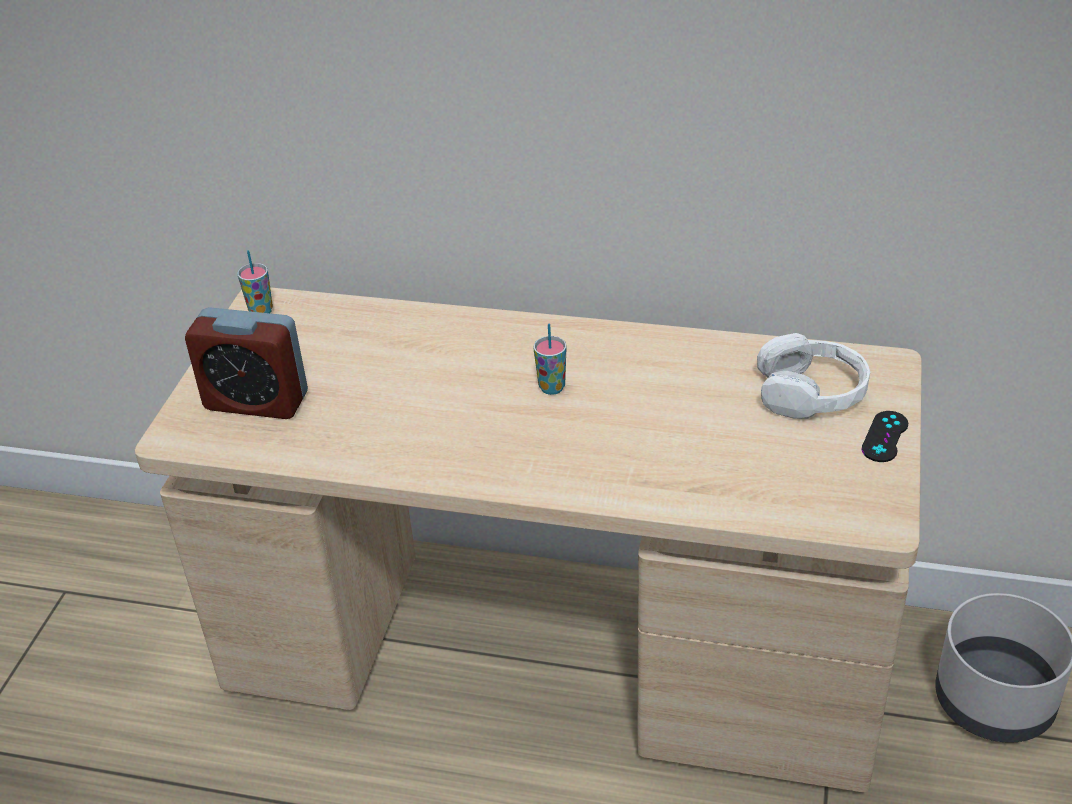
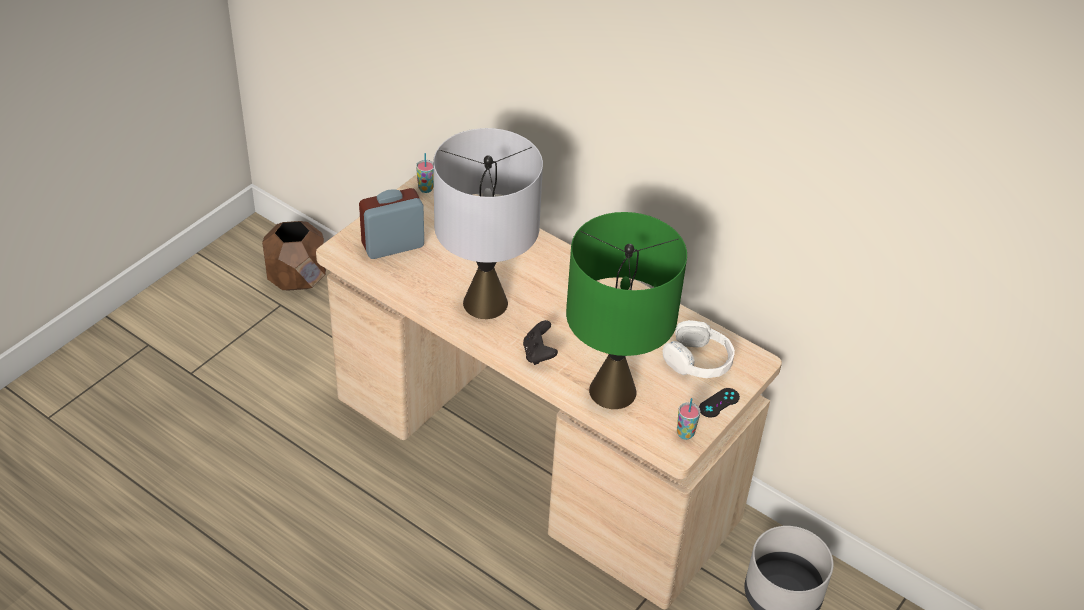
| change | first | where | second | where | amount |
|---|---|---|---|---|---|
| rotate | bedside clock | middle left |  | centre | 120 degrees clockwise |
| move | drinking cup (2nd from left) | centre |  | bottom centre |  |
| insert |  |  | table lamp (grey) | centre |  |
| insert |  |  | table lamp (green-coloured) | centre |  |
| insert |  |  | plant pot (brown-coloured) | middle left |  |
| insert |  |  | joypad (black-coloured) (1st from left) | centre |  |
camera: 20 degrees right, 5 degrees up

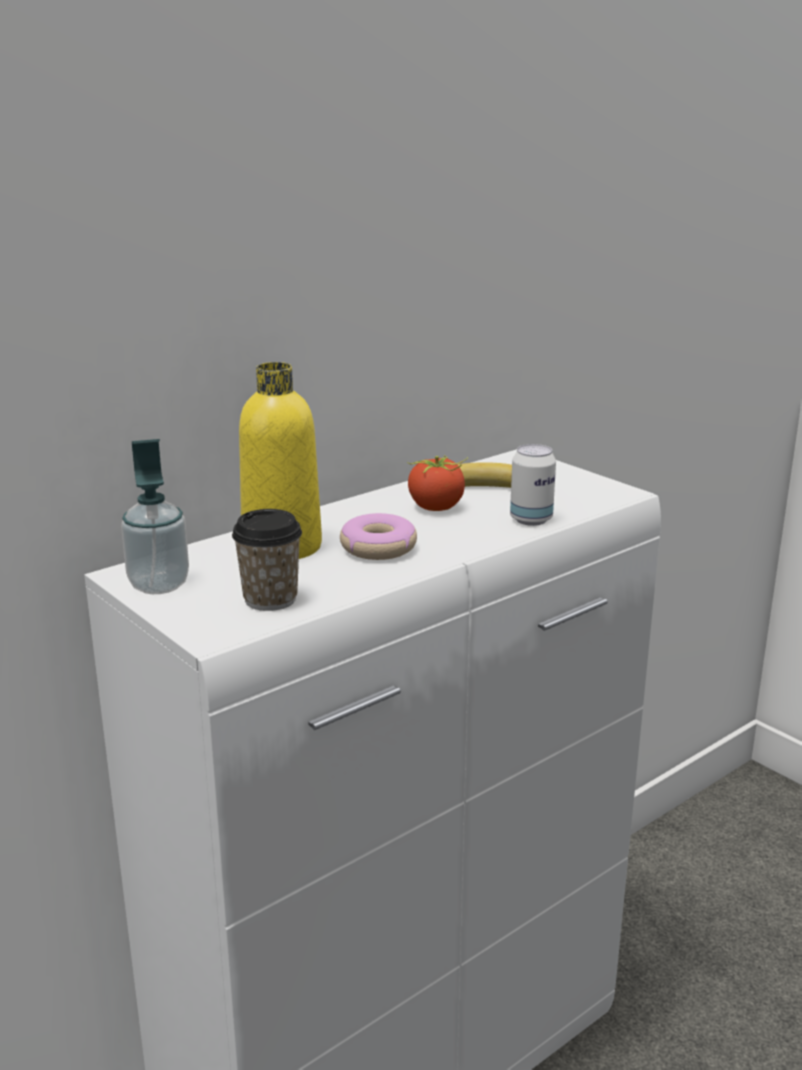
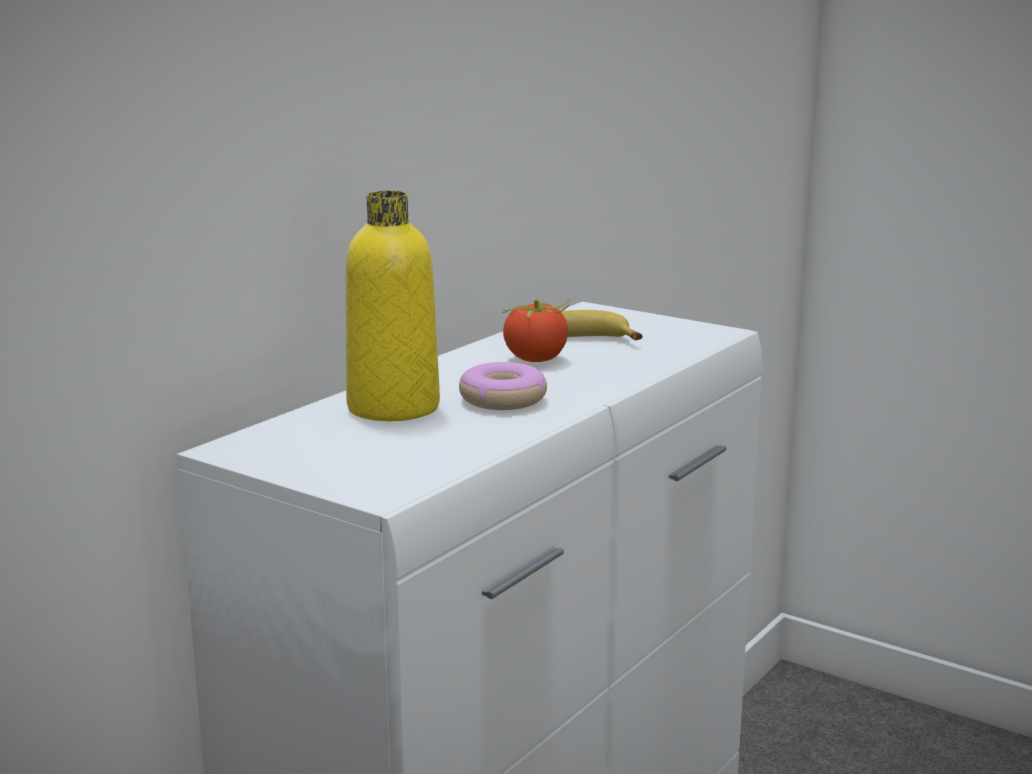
| change | first | where | second | where | amount |
|---|---|---|---|---|---|
| delete | soap bottle | middle left |  |  |  |
| delete | metal can | centre |  |  |  |
| delete | drinking cup | middle left |  |  |  |
camera: 15 degrees left, 5 degrees down

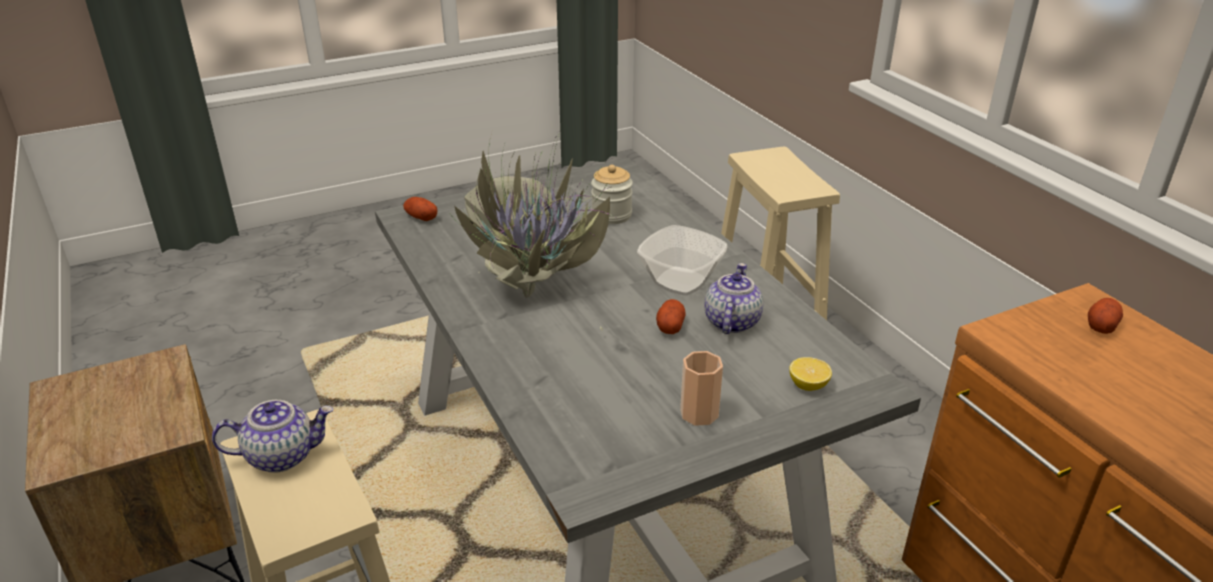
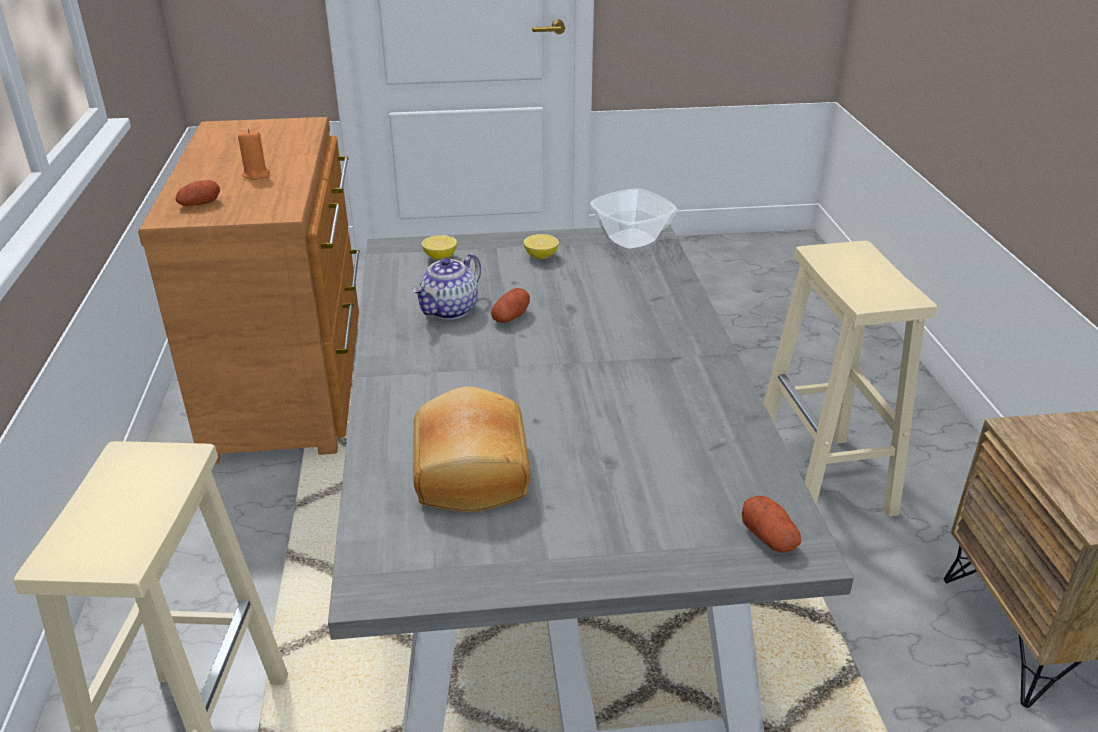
| change | first | where | second | where | amount |
|---|---|---|---|---|---|
| delete | plant in a pot | centre |  |  |  |
| replace | jar | centre | bakery bread | centre |  |
| move | serving bowl | centre |  | top centre |  |
| replace | drinking cup | bottom centre | lemon (2nd from left) | centre |  |
| delete | tea pot (1st from left) | bottom left |  |  |  |
| insert |  |  | candle (orange-coloured) | top left |  |
camera: 160 degrees left, 0 degrees up

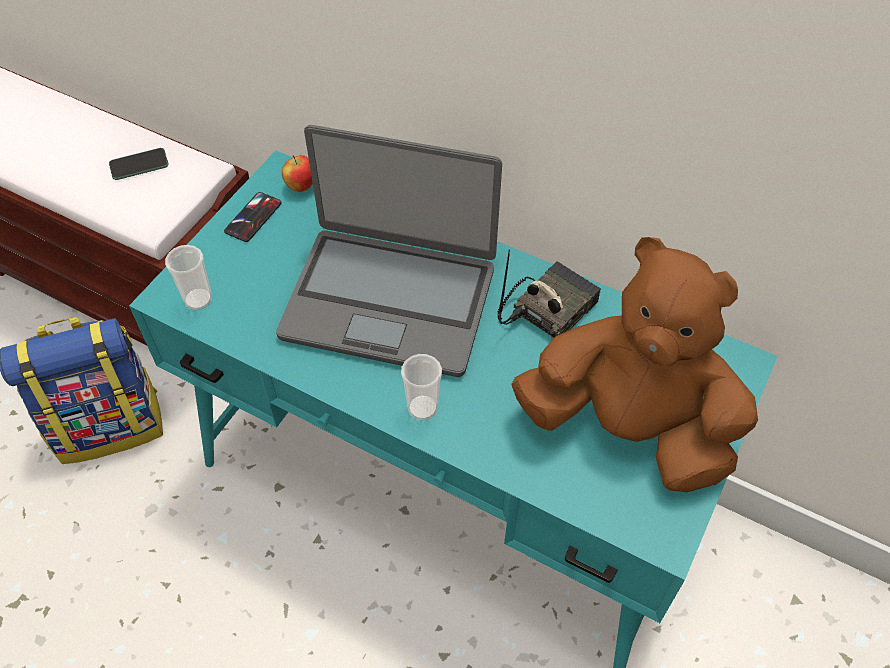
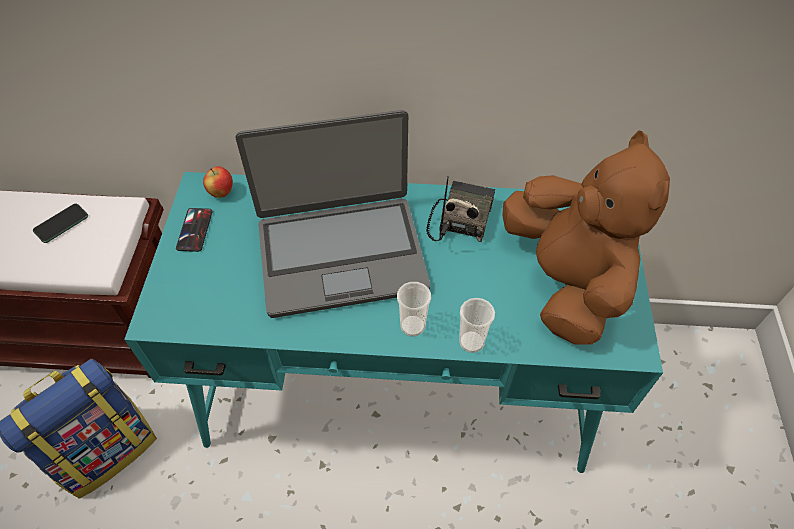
| change | first | where | second | where | amount |
|---|---|---|---|---|---|
| rotate | plush toy (brown-coloured) | middle right |  | middle right | 75 degrees clockwise |
| move | drinking cup (1st from left in the first image) | middle left | drinking cup (2nd from left) | centre |  |
camera: 25 degrees left, 0 degrees up

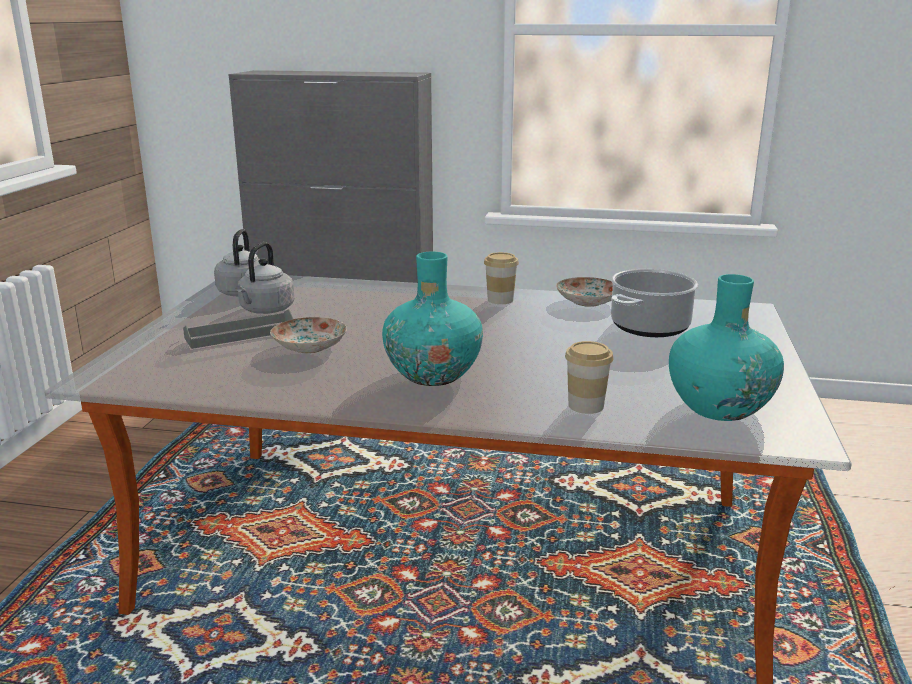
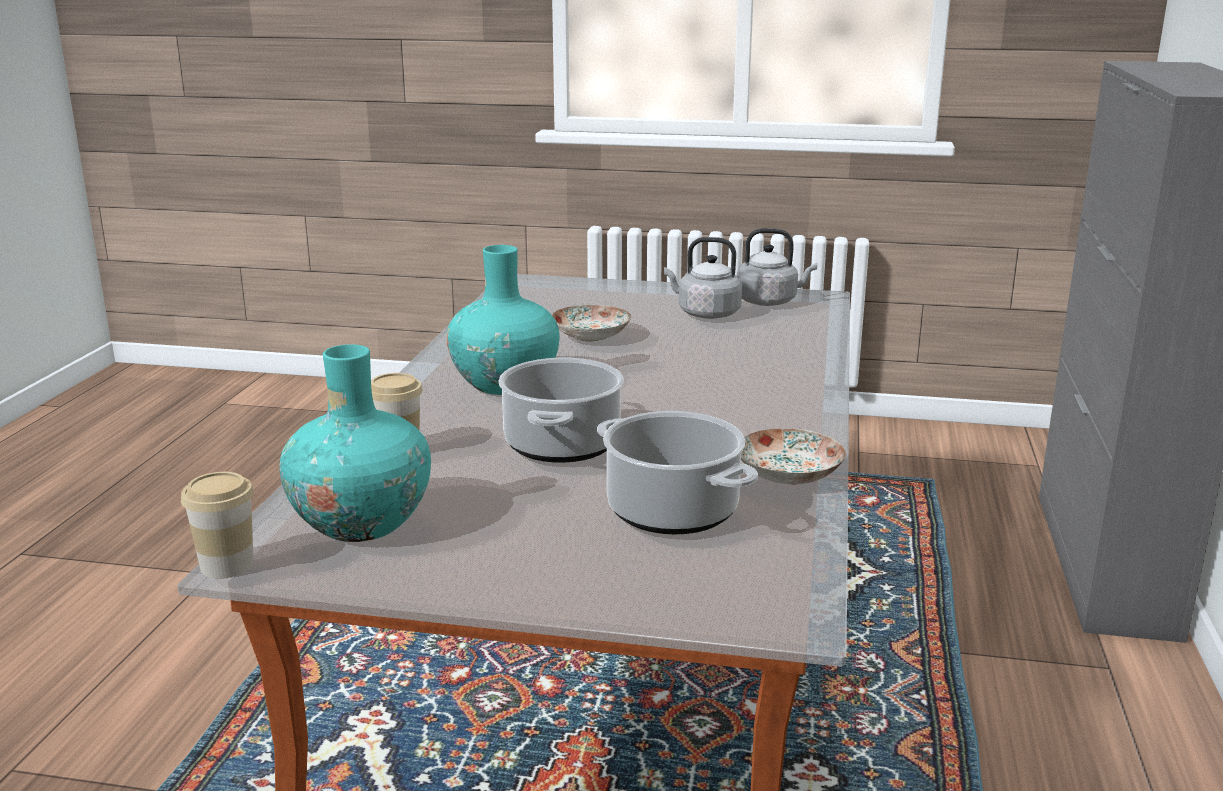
| change | first | where | second | where | amount |
|---|---|---|---|---|---|
| move | drinking cup (1st from left) | centre |  | middle left |  |
| delete | carrying tray (grey) | middle left |  |  |  |
| insert |  |  | cooking pot (1st from left) | centre |  |
camera: 90 degrees right, 0 degrees up

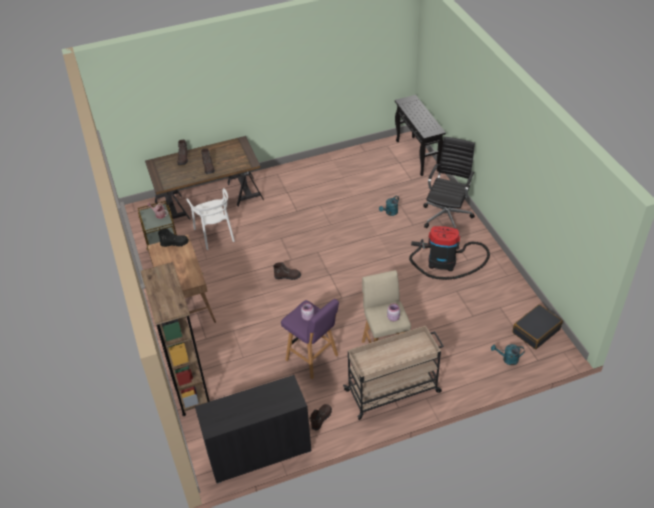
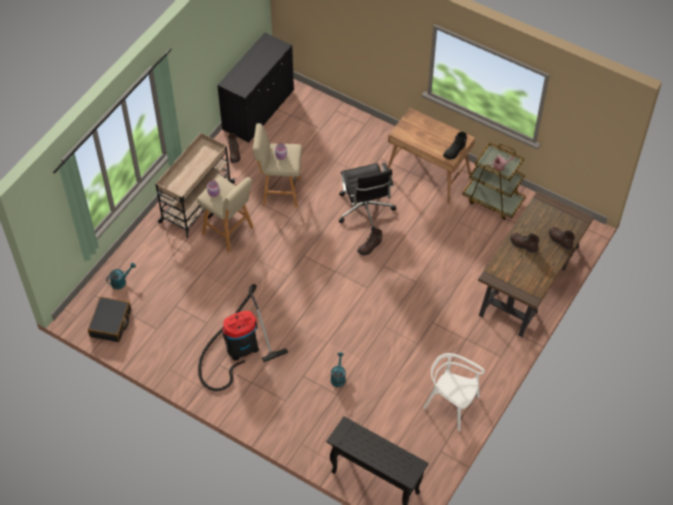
| change | first | where | second | where | amount |
|---|---|---|---|---|---|
| move | office chair (black-coloured) | middle right |  | centre |  |
| move | plain chair (white) | middle left |  | bottom right |  |
| delete | shelving unit (brown-coloured) | bottom left |  |  |  |
| recolor | stool (purple-coloured) | bottom centre | stool (beige) (2nd from left) | top centre |  |
camera: 140 degrees right, 10 degrees up

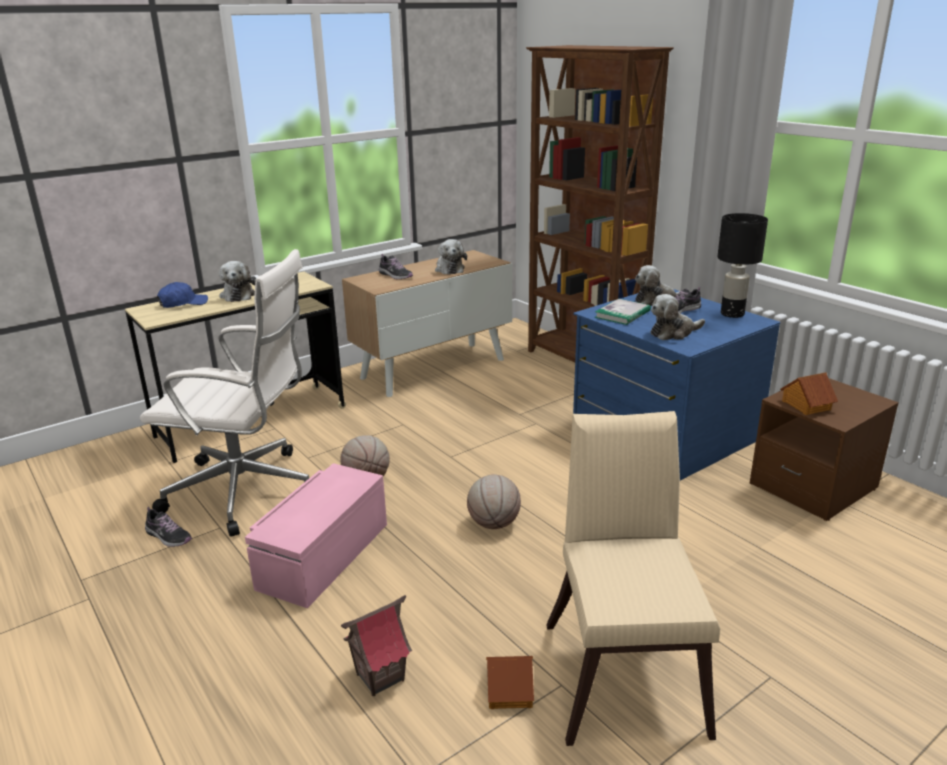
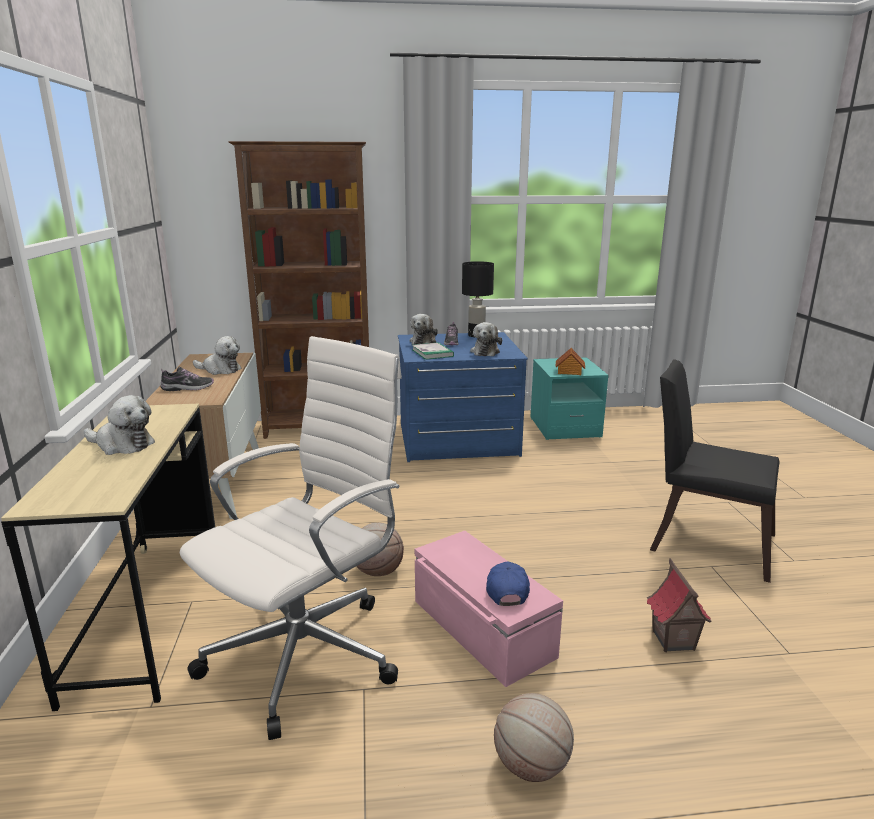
| change | first | where | second | where | amount |
|---|---|---|---|---|---|
| move | baseball cap (bluish) | middle left |  | bottom centre |  |
| recolor | night table (brown-coloured) | middle right | night table (turquoise) | centre |  |
| recolor | plain chair (beige) | bottom right | plain chair (black-coloured) | middle right |  |
| move | basketball (2nd from left) | centre |  | bottom centre |  |
| delete | item of footwear (1st from left) | bottom left |  |  |  |
| delete | miniature house (2nd from left) | bottom centre |  |  |  |
camera: 60 degrees left, 5 degrees down

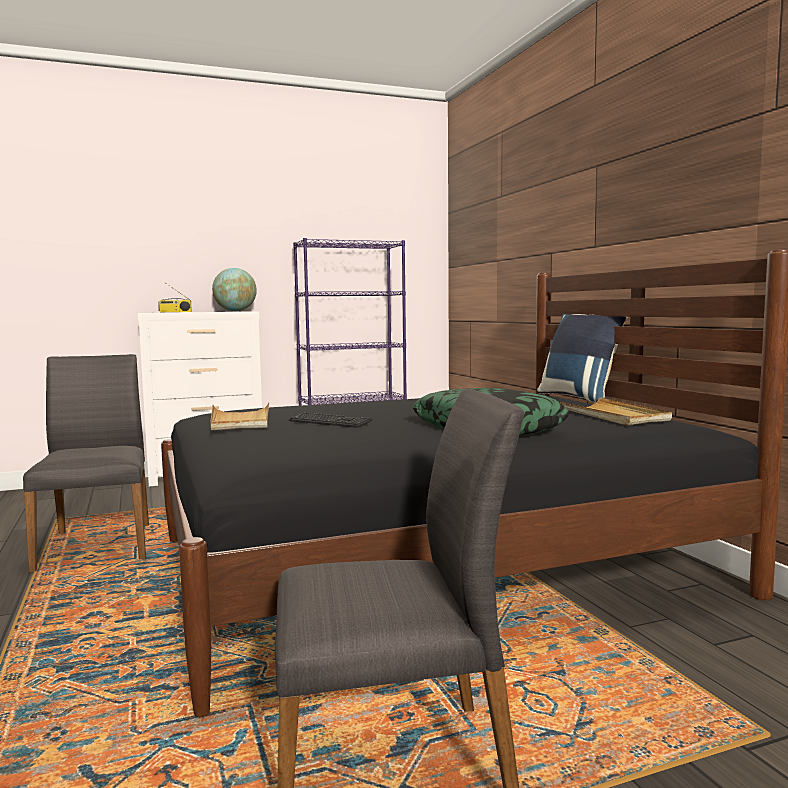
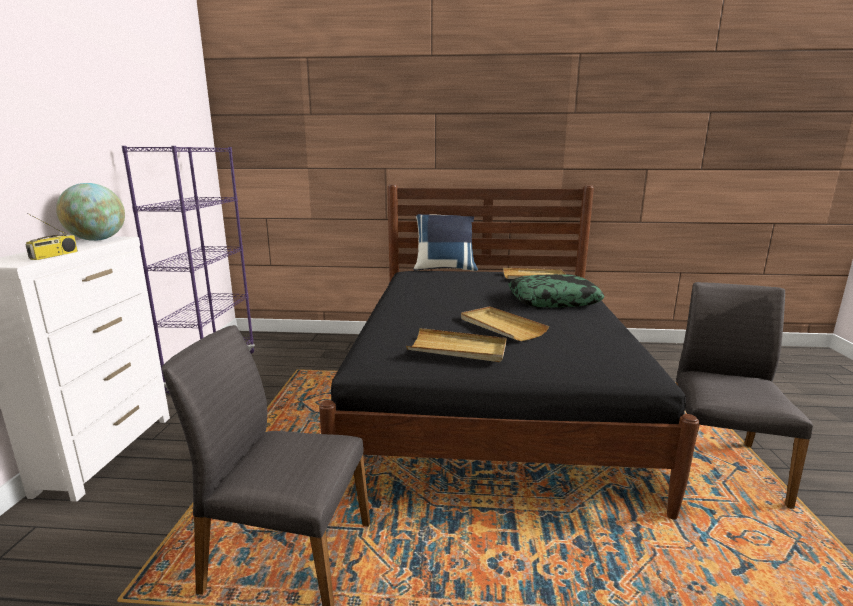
| change | first | where | second | where | amount |
|---|---|---|---|---|---|
| replace | computer keyboard | centre | carrying tray (beige) (2nd from left) | centre |  |
camera: 65 degrees left, 10 degrees up

